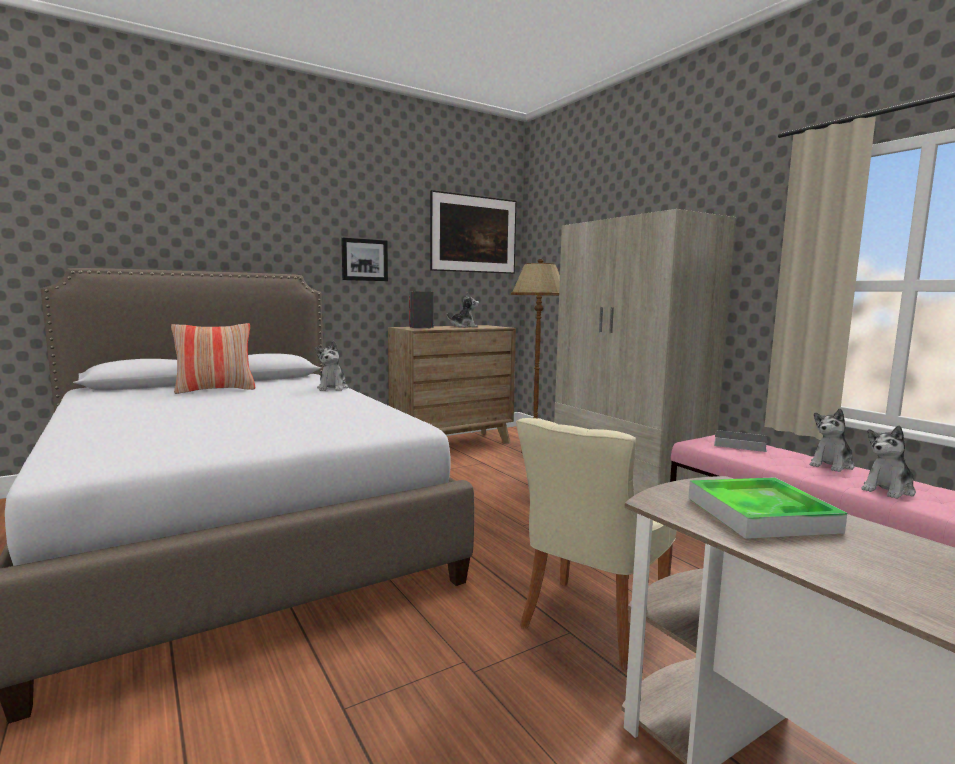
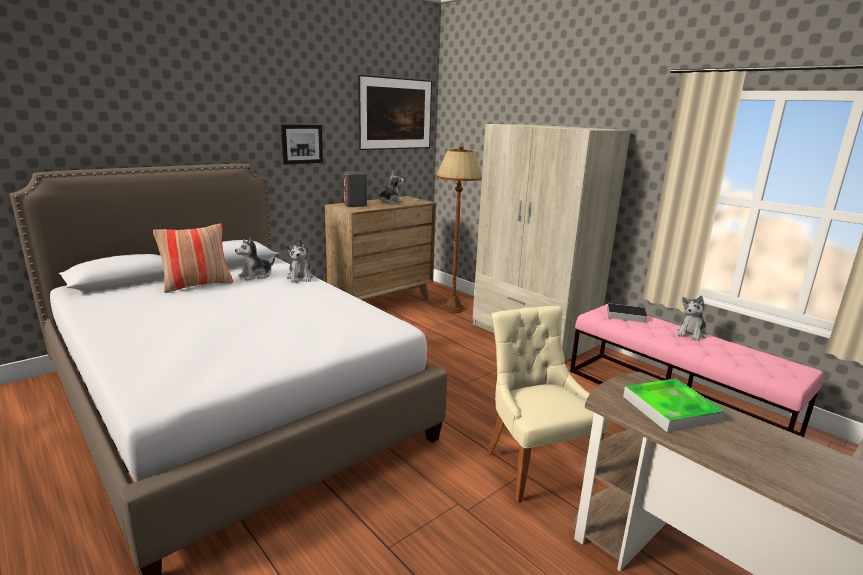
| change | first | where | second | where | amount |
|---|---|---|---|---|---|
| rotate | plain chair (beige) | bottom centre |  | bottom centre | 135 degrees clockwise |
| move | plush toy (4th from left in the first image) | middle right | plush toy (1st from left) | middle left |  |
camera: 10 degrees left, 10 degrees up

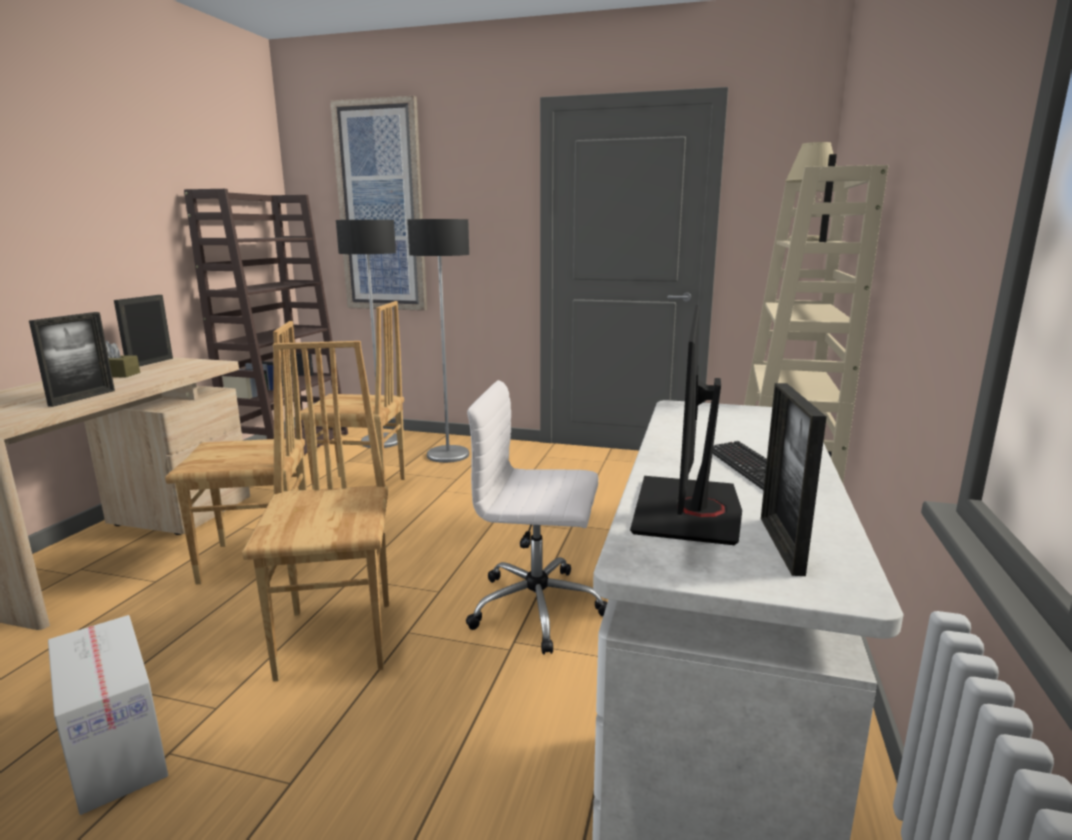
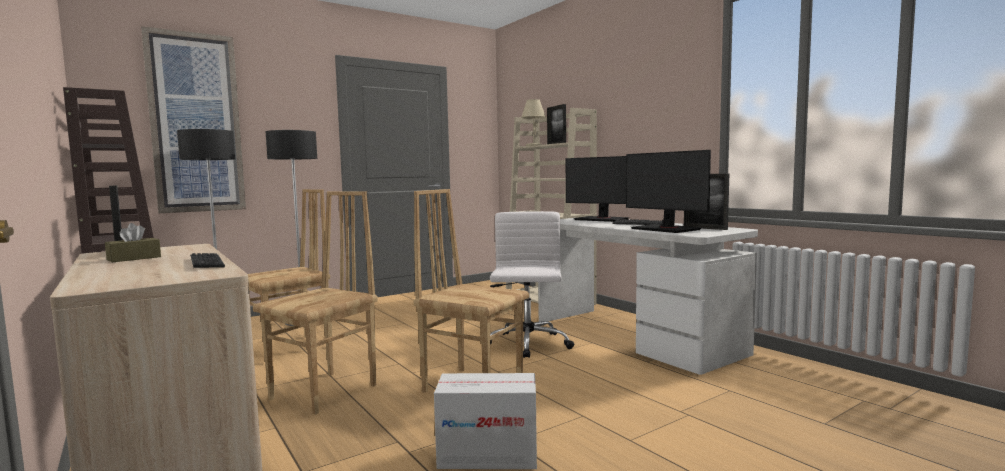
| change | first | where | second | where | amount |
|---|---|---|---|---|---|
| replace | picture frame (1st from left) | middle left | computer keyboard (1st from left) | middle left |  |
| rotate | office chair (white) | centre |  | centre | 135 degrees clockwise |
| insert |  |  | computer display (1st from left) | centre |  |
camera: 50 degrees left, 10 degrees down

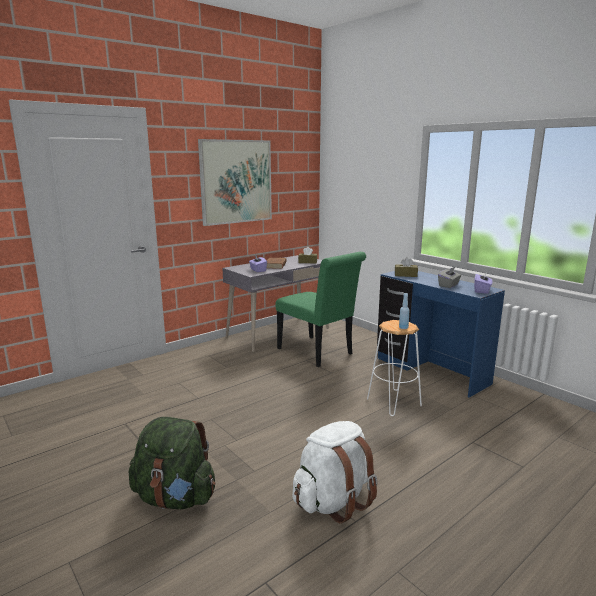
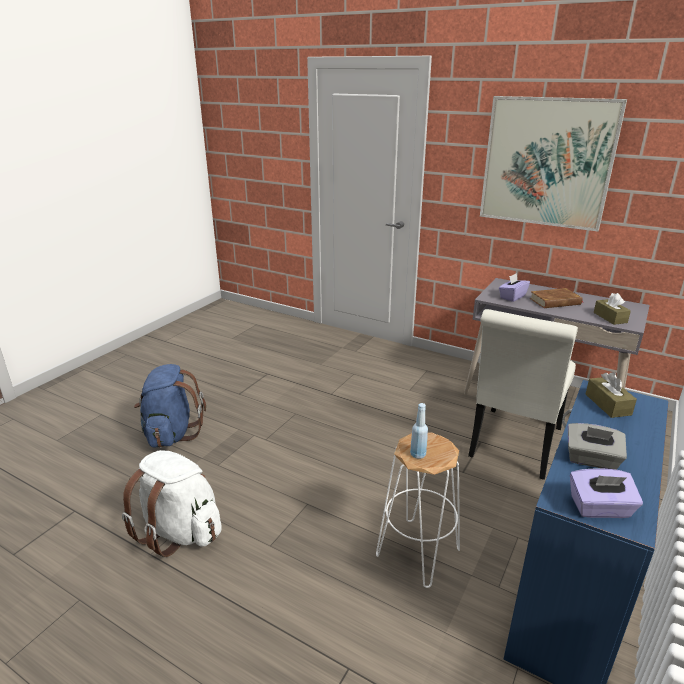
| change | first | where | second | where | amount |
|---|---|---|---|---|---|
| recolor | plain chair (green-coloured) | centre | plain chair (white) | middle right |  |
| recolor | backpack (green-coloured) | bottom left | backpack (bluish) | middle left |  |
camera: 70 degrees right, 10 degrees up

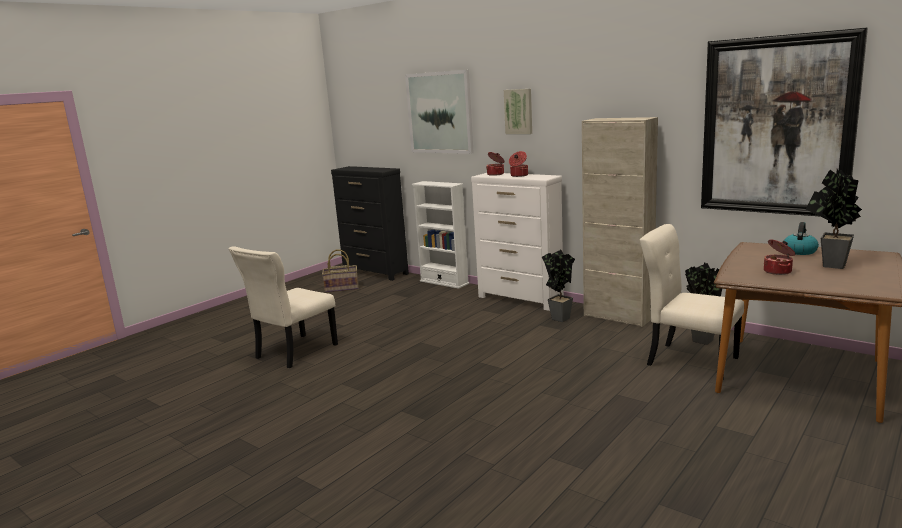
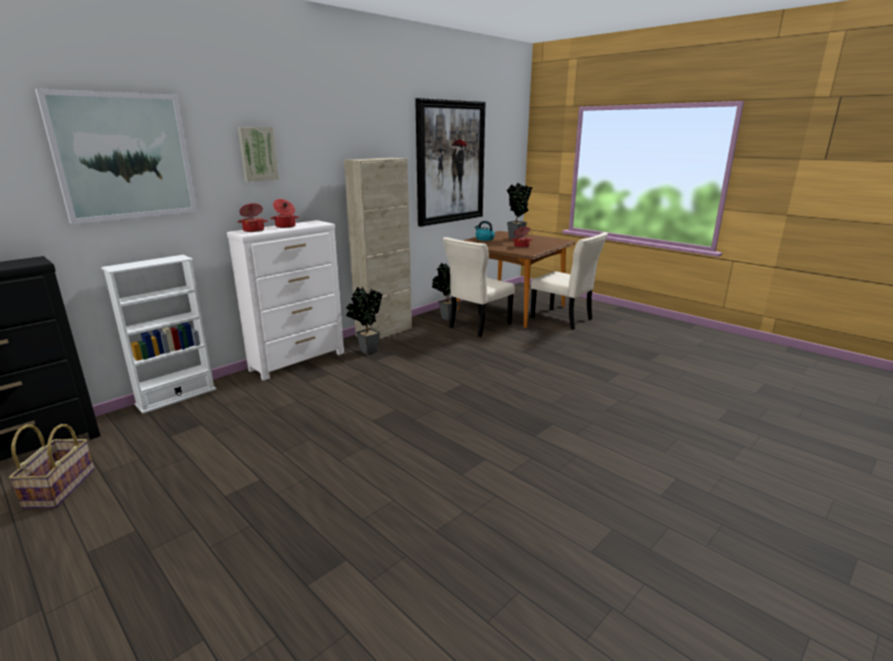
| change | first | where | second | where | amount |
|---|---|---|---|---|---|
| move | plain chair (beige) (1st from left in the first image) | middle left | plain chair (beige) (2nd from left) | centre |  |
camera: 85 degrees left, 5 degrees up

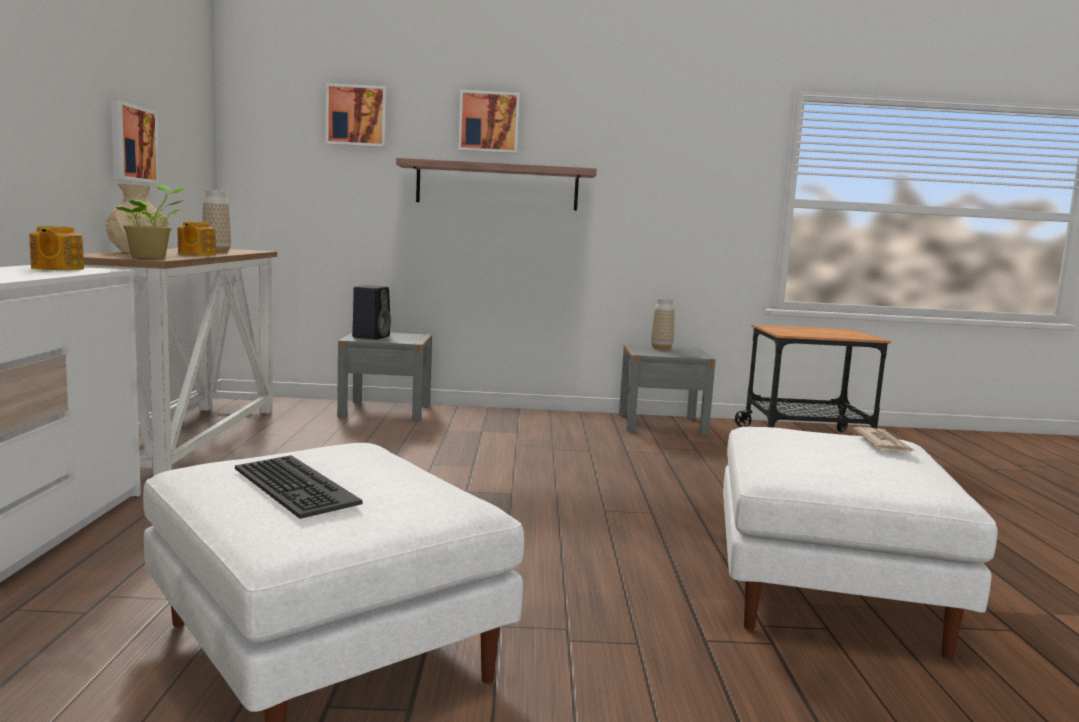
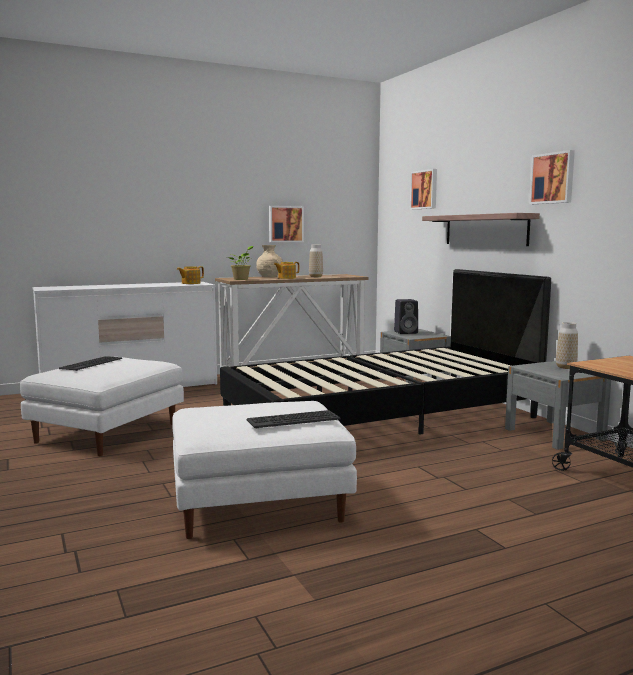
| change | first | where | second | where | amount |
|---|---|---|---|---|---|
| move | picture (3rd from left) | top centre |  | top right |  |
| replace | printed paper | middle right | computer keyboard (2nd from left) | centre |  |
| insert |  |  | sleeping bed (black-coloured) | centre |  |
camera: 65 degrees right, 0 degrees up

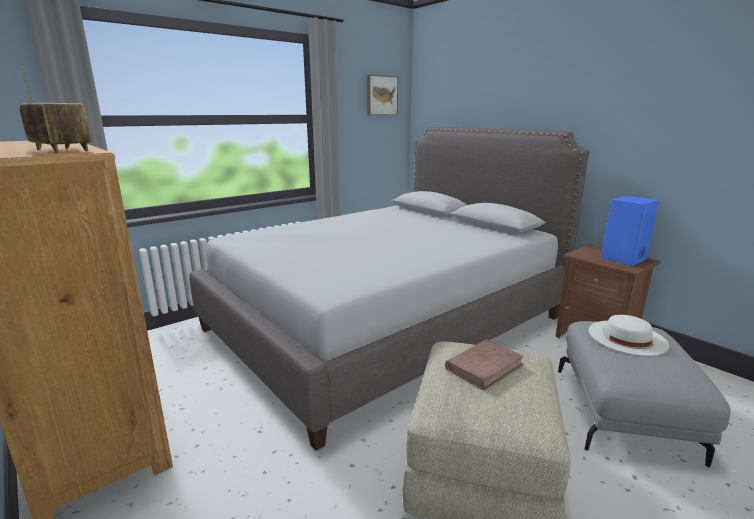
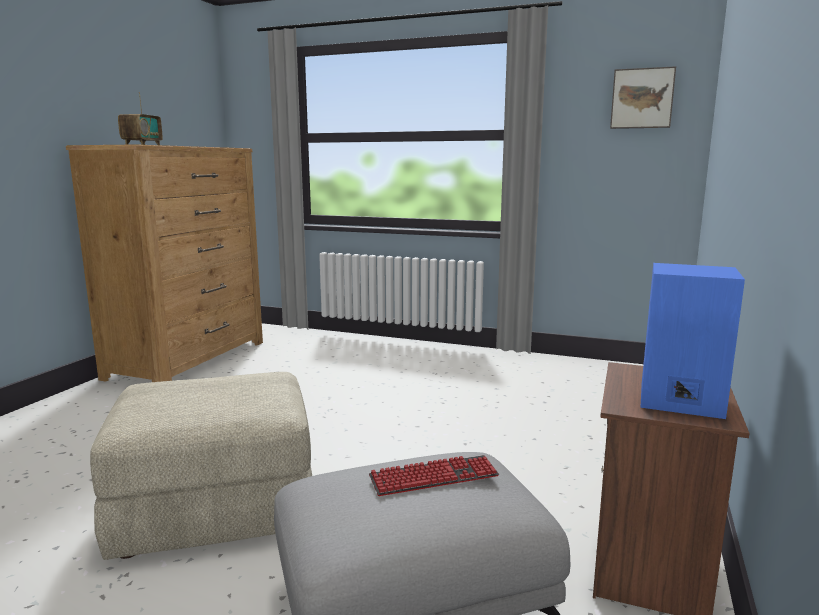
| change | first | where | second | where | amount |
|---|---|---|---|---|---|
| delete | sleeping bed (grey) | centre |  |  |  |
| replace | wearable hat (white) | middle right | computer keyboard | bottom centre |  |
| delete | bound book (brown-coloured) | bottom centre |  |  |  |
camera: 60 degrees right, 5 degrees down

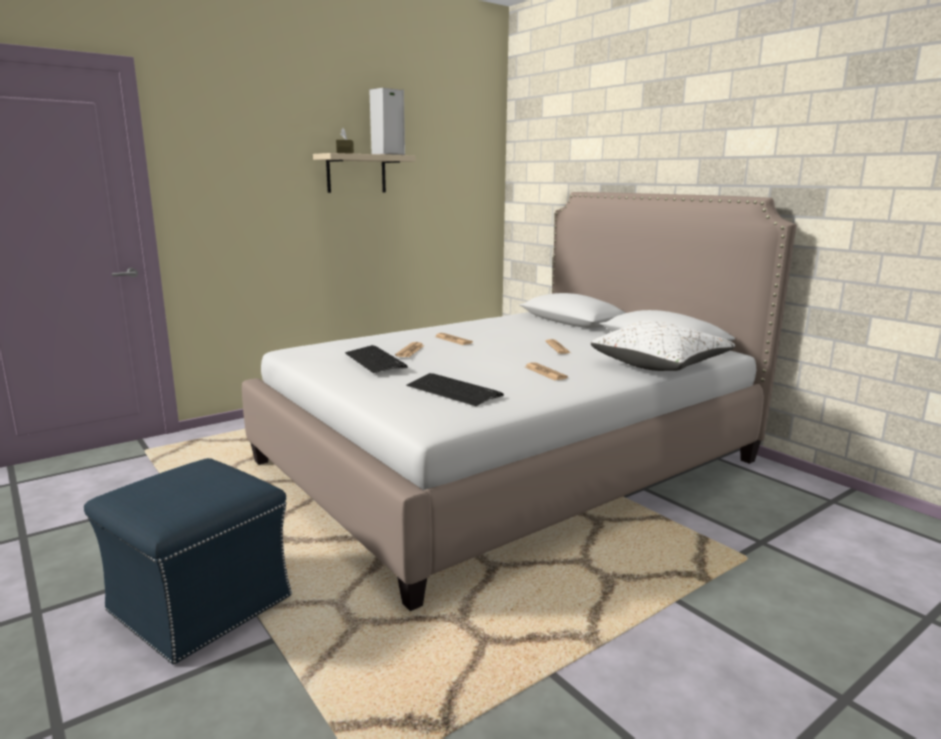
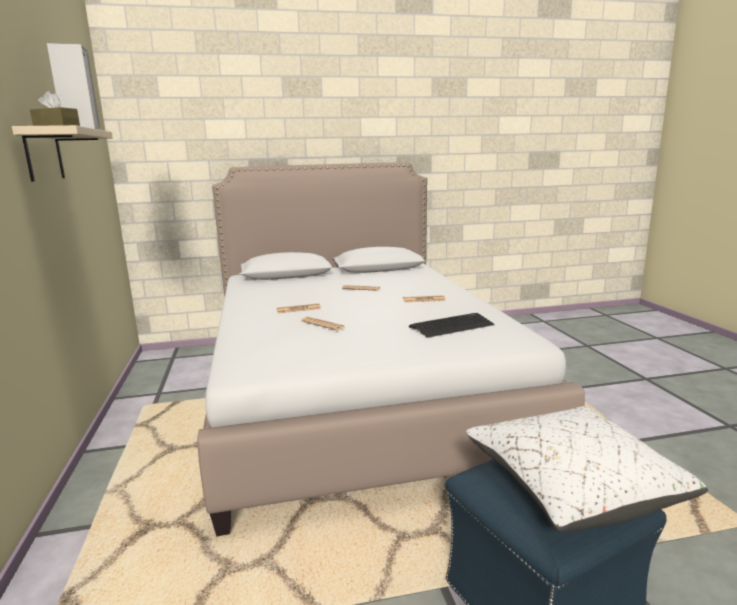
| change | first | where | second | where | amount |
|---|---|---|---|---|---|
| move | throw pillow (white) | middle right |  | bottom right |  |
| delete | computer keyboard (1st from left) | centre |  |  |  |
camera: 65 degrees left, 0 degrees up

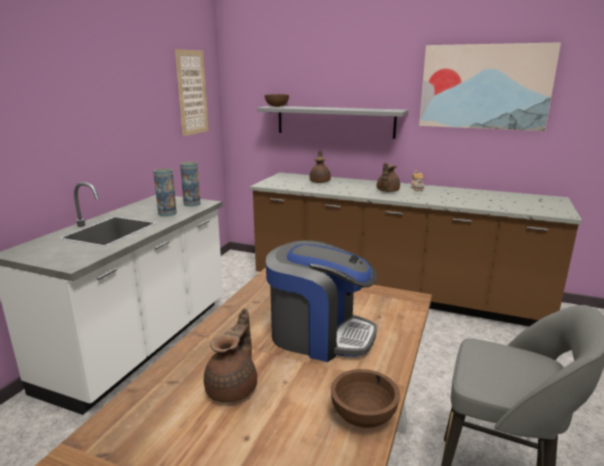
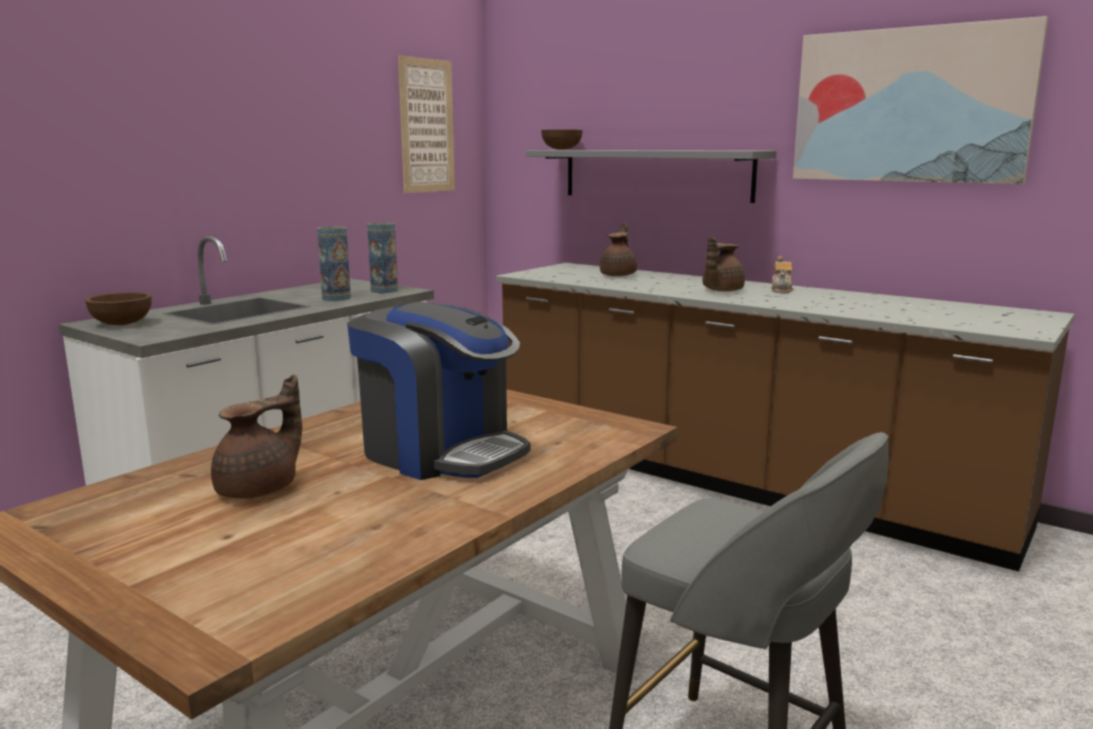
| change | first | where | second | where | amount |
|---|---|---|---|---|---|
| move | serving bowl (brown-coloured) (2nd from left in the first image) | bottom centre | serving bowl (brown-coloured) (1st from left) | middle left |  |
camera: 15 degrees right, 5 degrees down

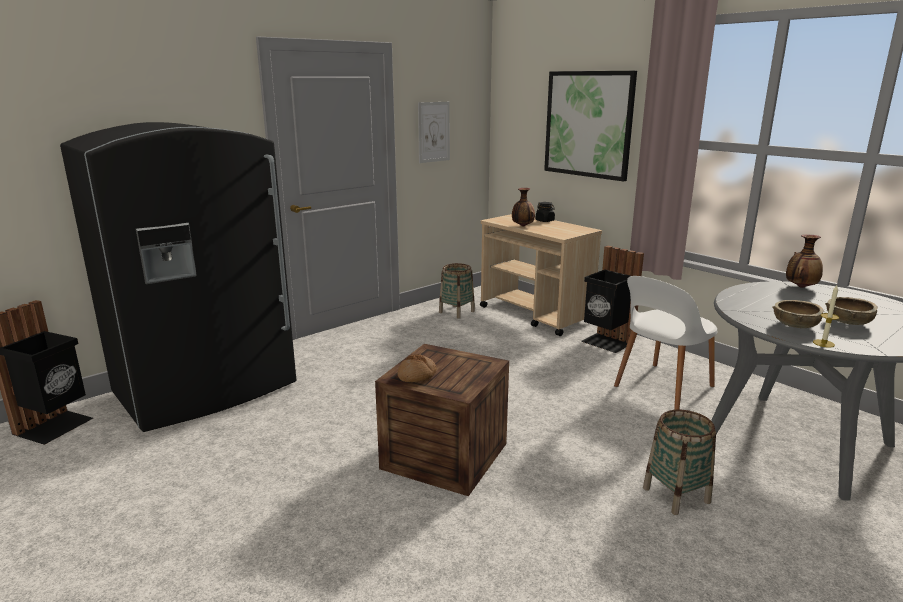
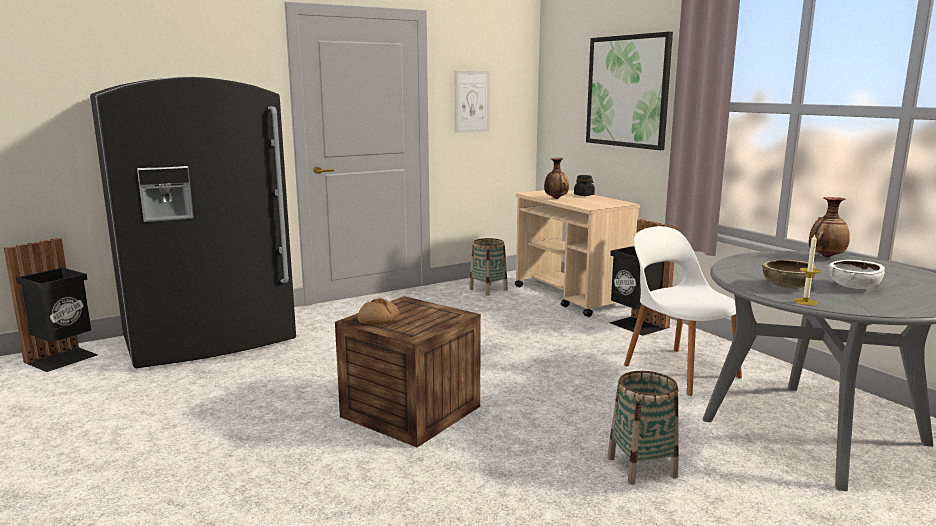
| change | first | where | second | where | amount |
|---|---|---|---|---|---|
| rotate | plain chair (white) | middle right |  | middle right | 90 degrees clockwise |
| recolor | serving bowl (brown-coloured) (2nd from left) | middle right | serving bowl (white) | middle right |  |
camera: 10 degrees right, 5 degrees down

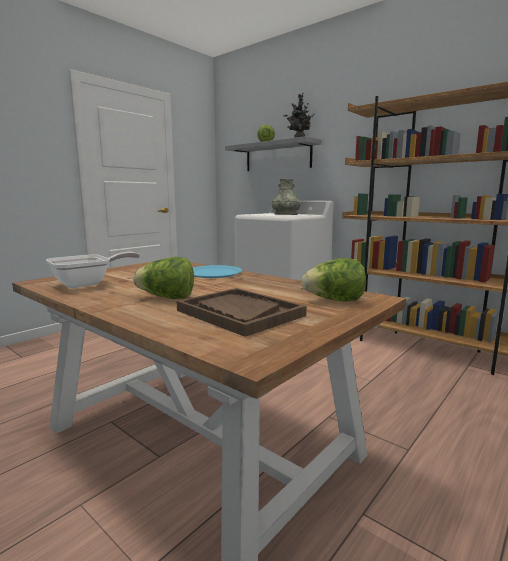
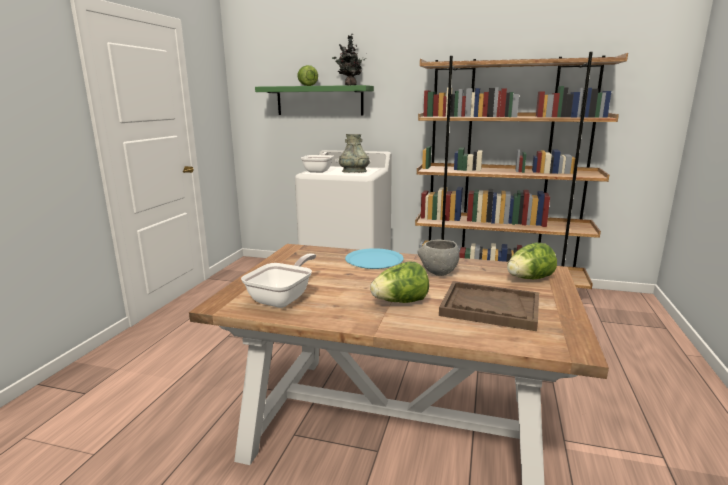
| change | first | where | second | where | amount |
|---|---|---|---|---|---|
| recolor | wall shelf (grey) | top centre | wall shelf (green-coloured) | top centre |  |
| insert |  |  | frying pan (2nd from left) | centre |  |
| insert |  |  | serving bowl (grey) | centre |  |
camera: 25 degrees left, 5 degrees up

